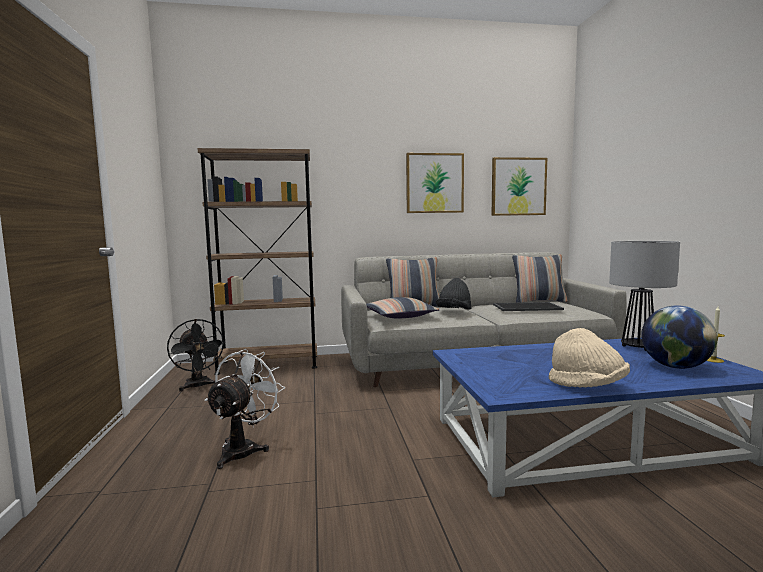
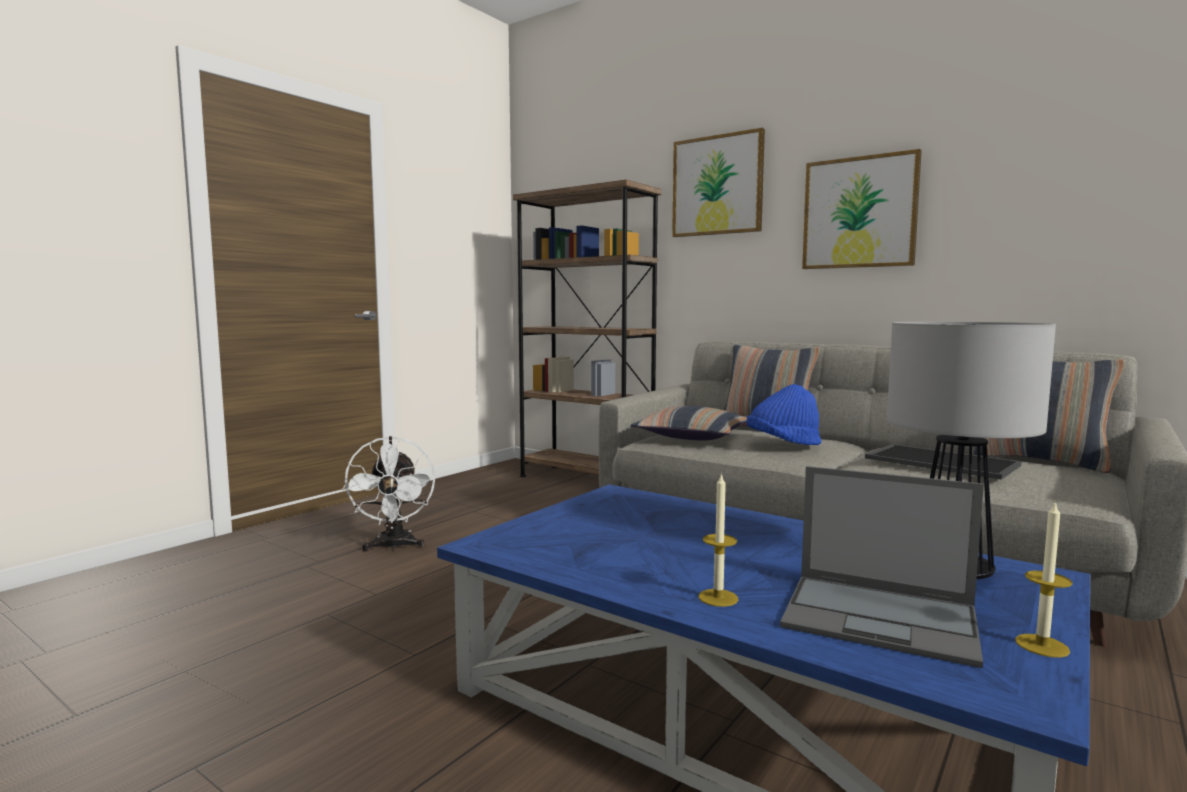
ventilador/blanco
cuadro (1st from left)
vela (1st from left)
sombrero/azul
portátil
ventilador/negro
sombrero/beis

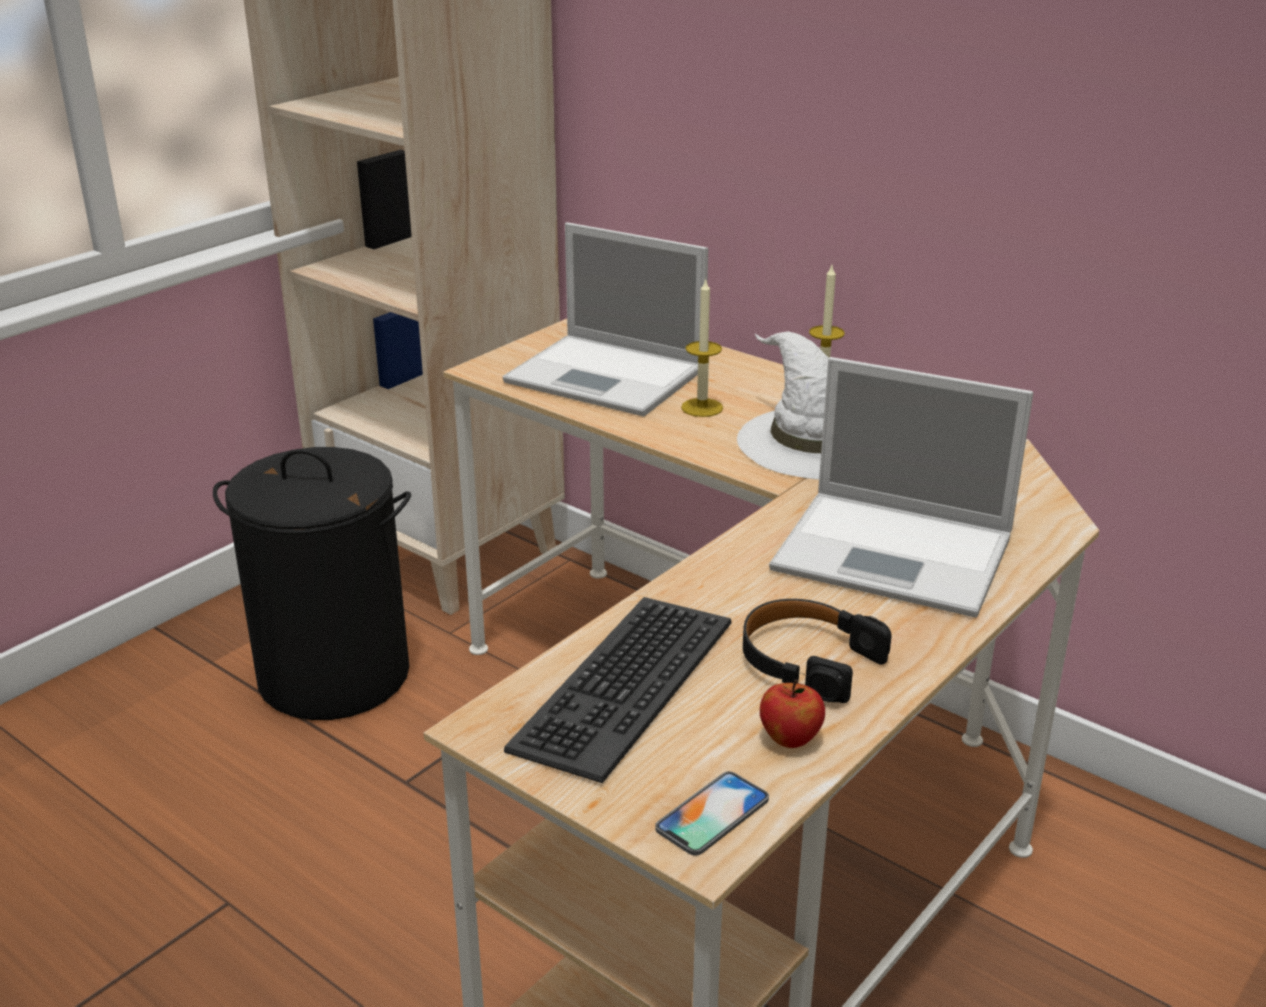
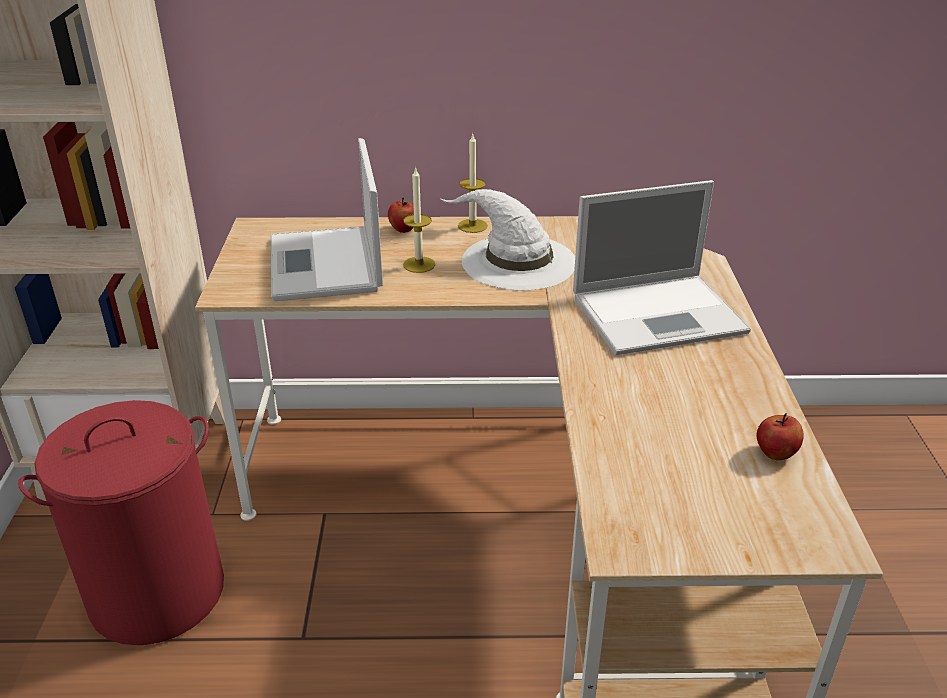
cesto de la ropa/rojo
portátil (1st from left)
manzana (1st from left)
teclado
móvil
auriculares/negro

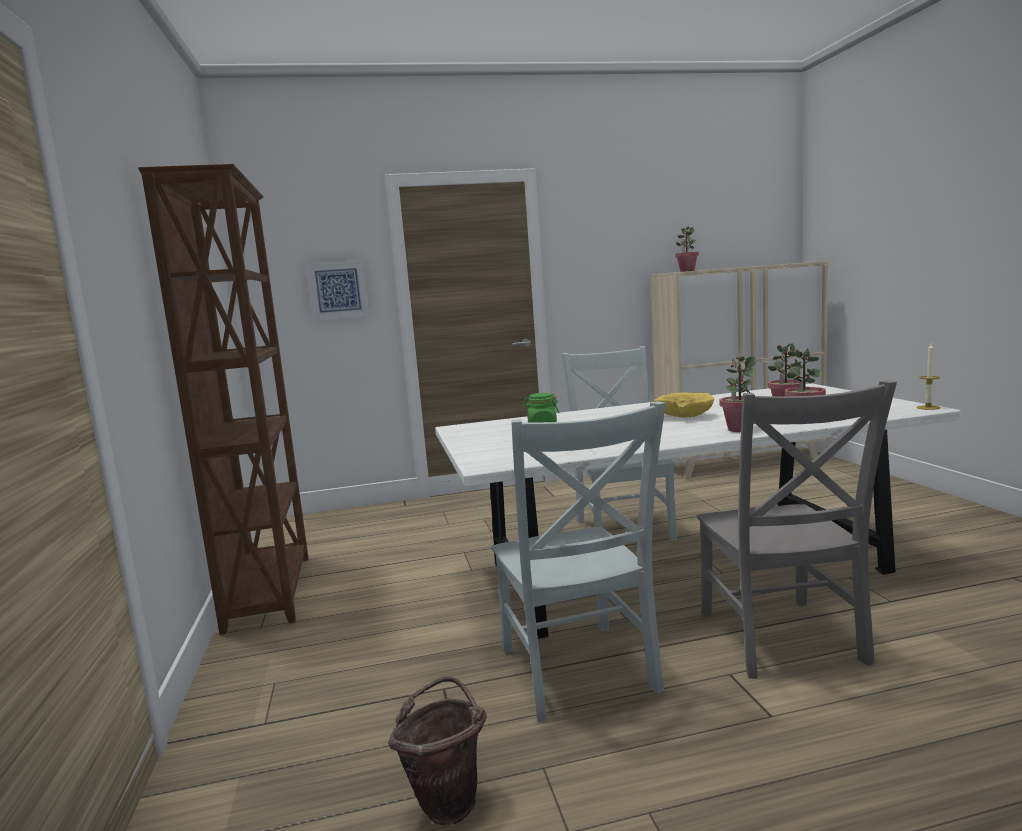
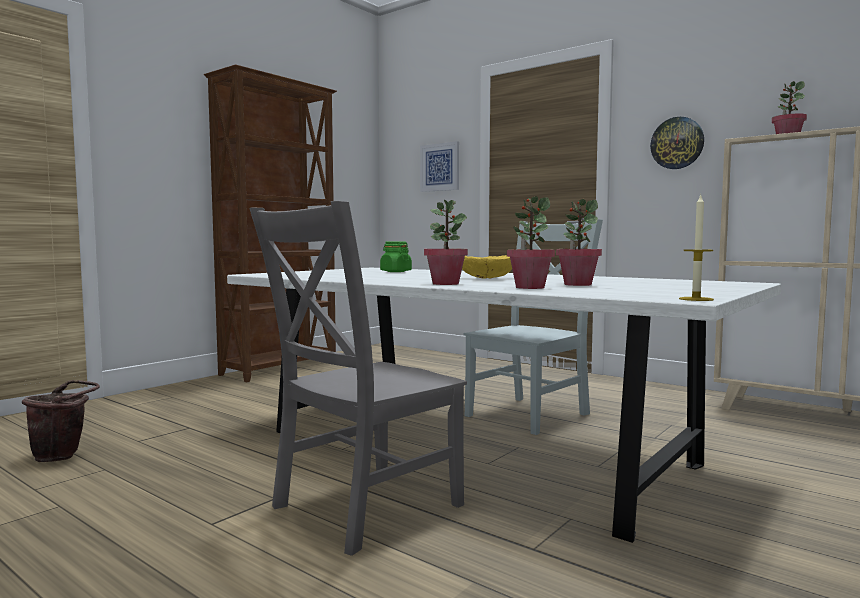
reloj de pared
silla/gris (1st from left in the first image)

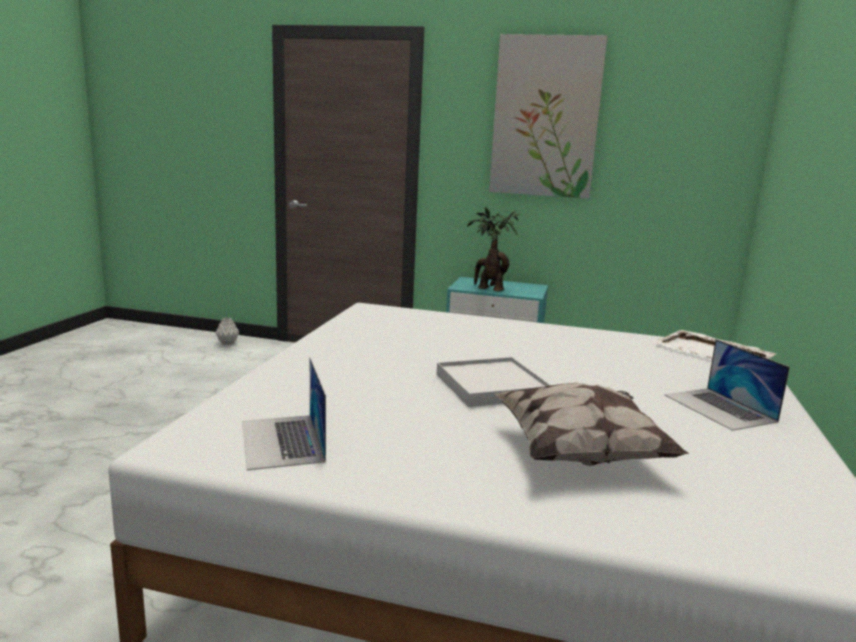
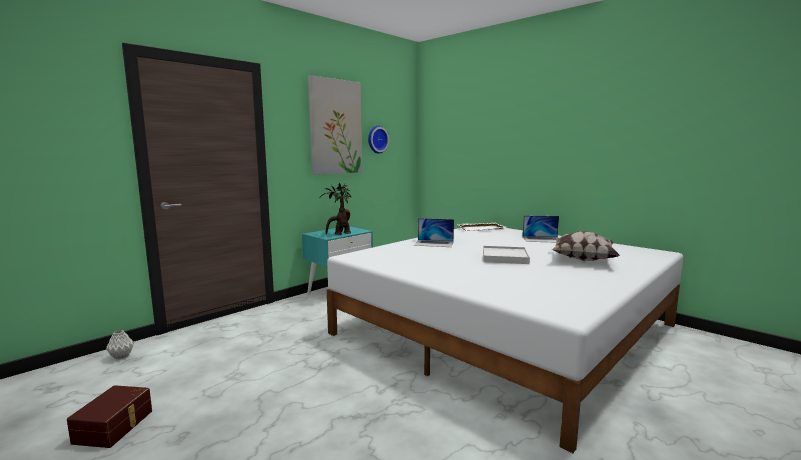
caja de almacenaje/marrón
reloj de pared
portátil (1st from left)

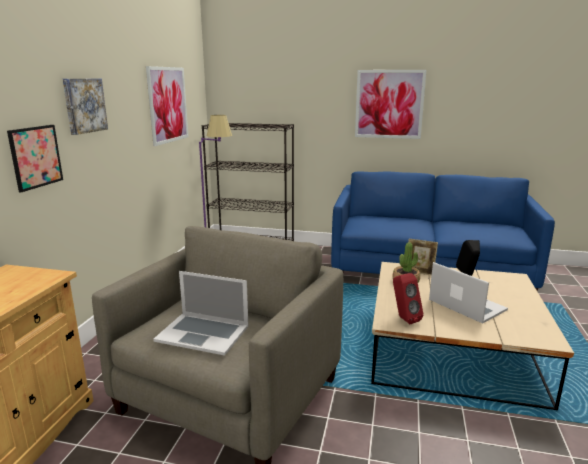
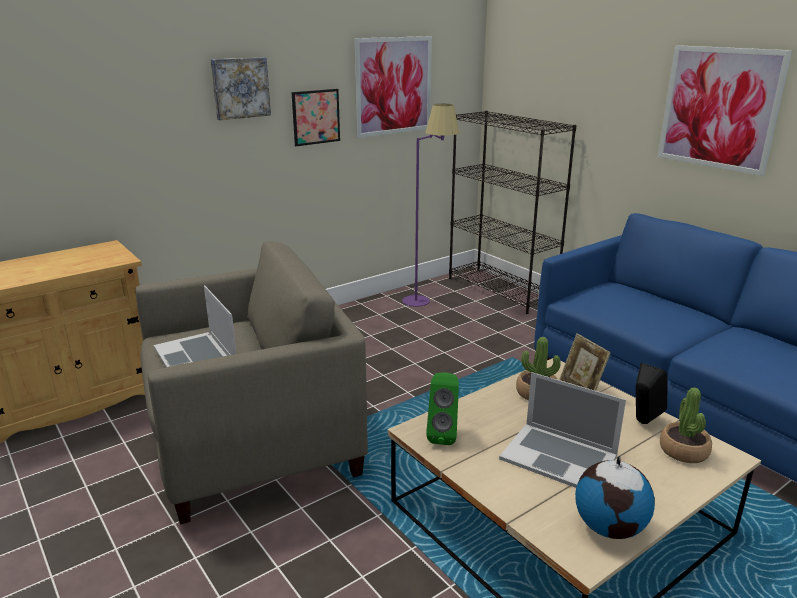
cuadro (2nd from left)
altavoz/verde
portátil (2nd from left)
globo terráqueo
planta en maceta (2nd from left)

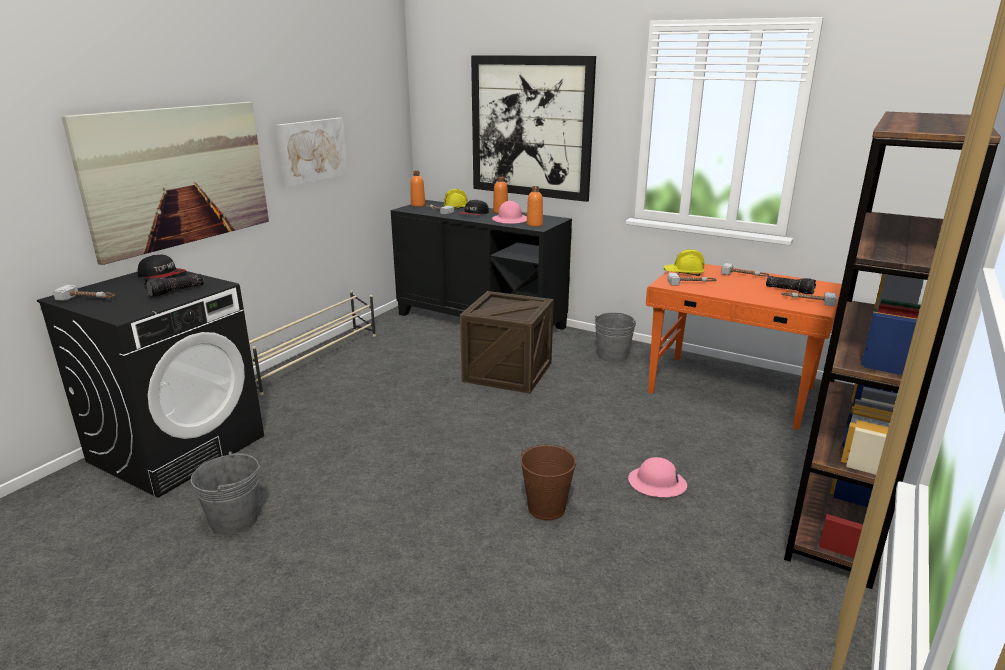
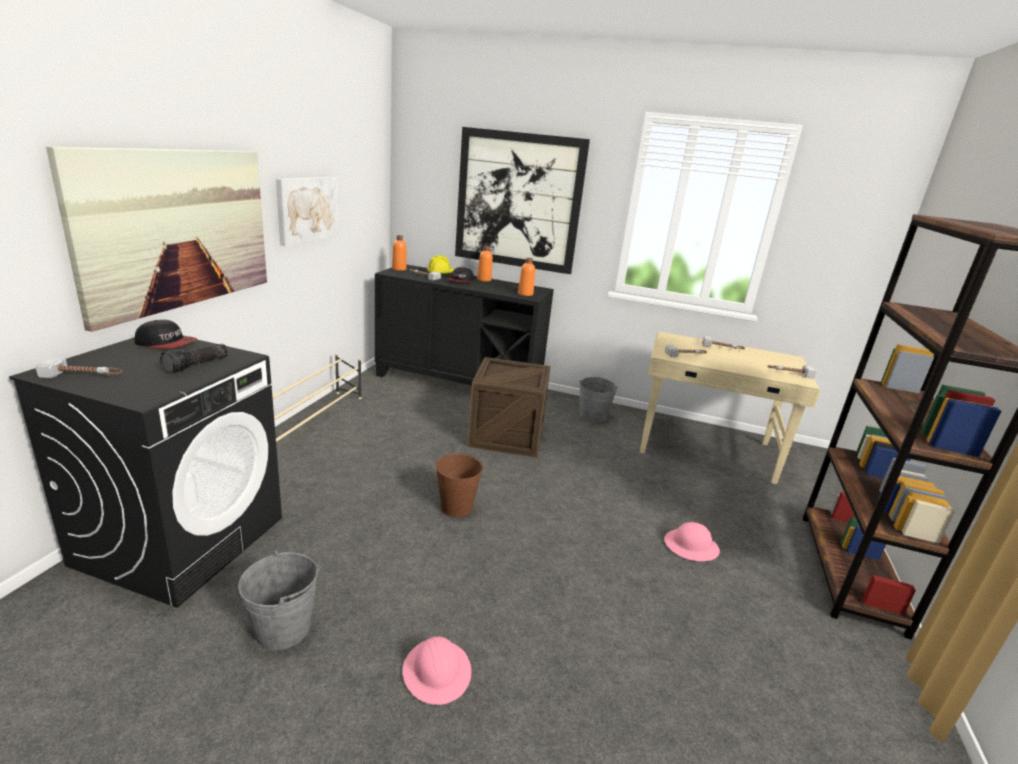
casco/rosa (1st from left)
cubo/marrón
escritorio/beis
casco/amarillo (2nd from left in the first image)
linterna (2nd from left in the first image)

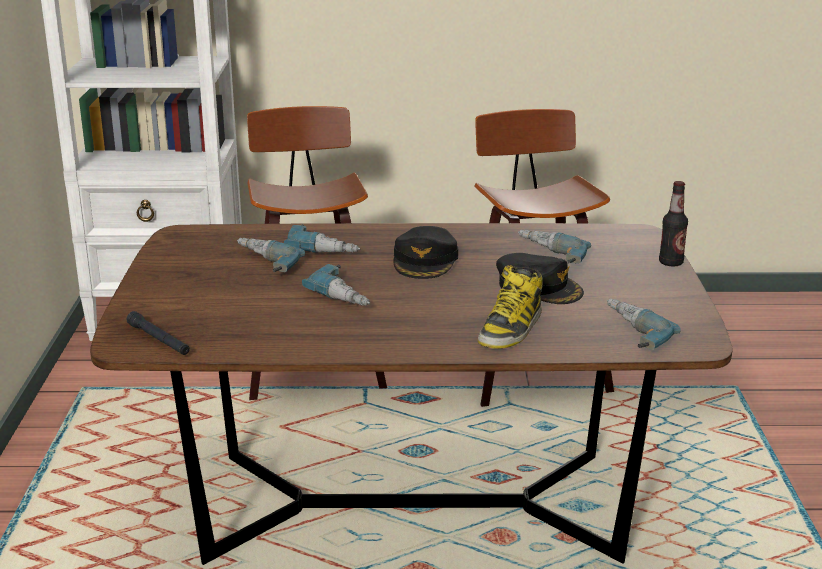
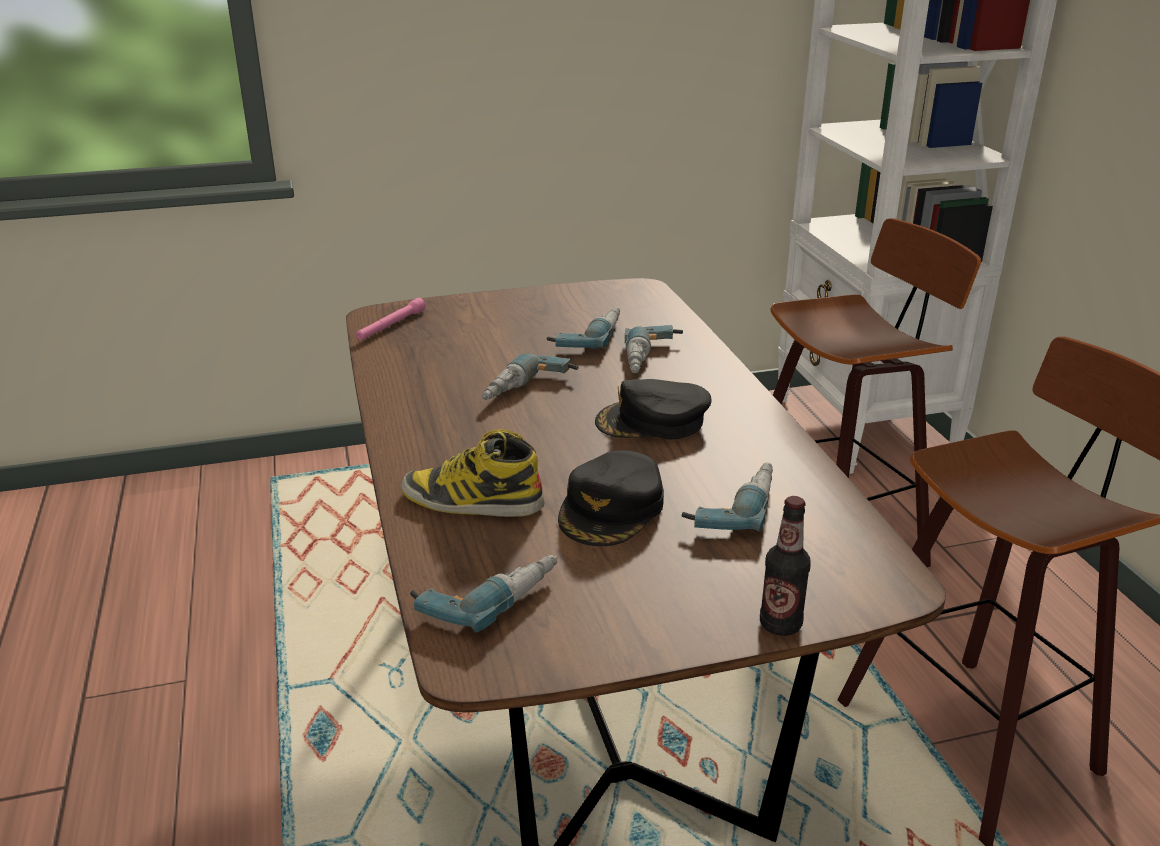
linterna/rosa

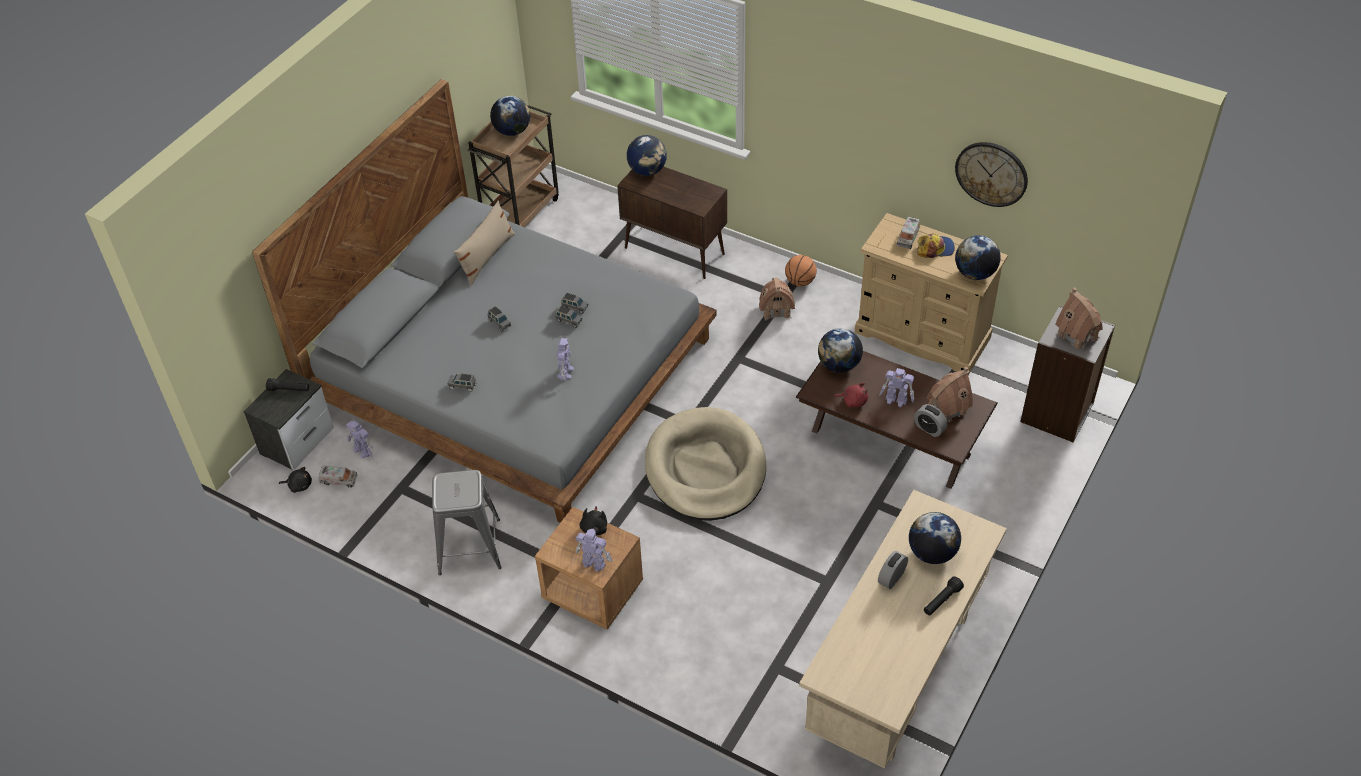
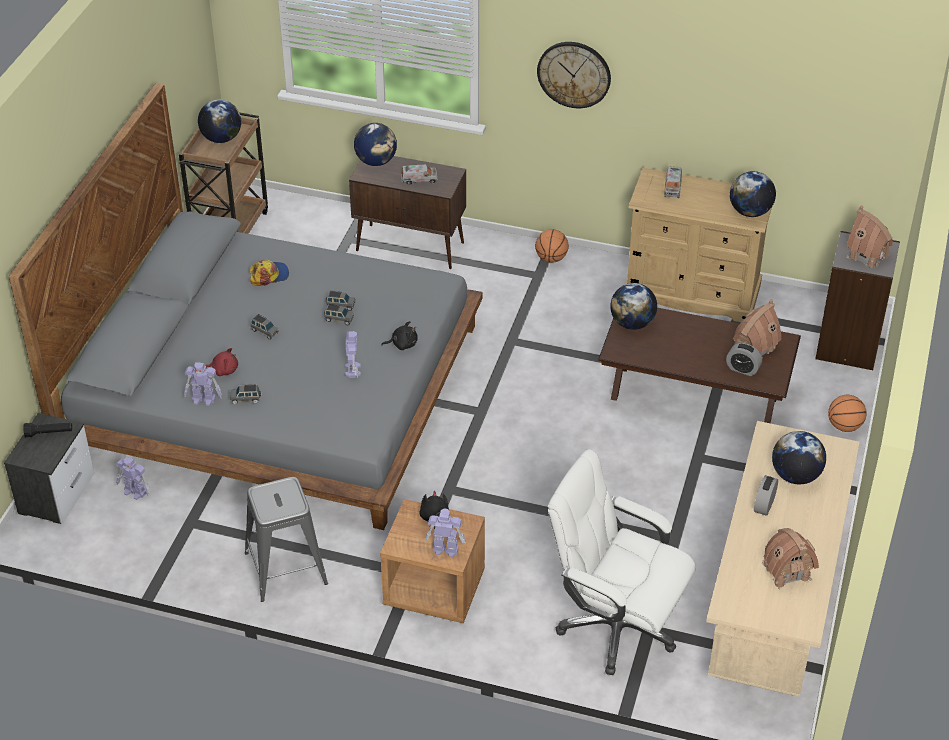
robot de juguete (2nd from left)
peluche/rojo
gorra
peluche/negro (1st from left)
camión de juguete (1st from left)
reloj de pared
silla de oficina/blanco
casita (2nd from left)
balón de baloncesto (2nd from left)
cojín/beis
cama para perro/beis
linterna/negro (2nd from left in the first image)

